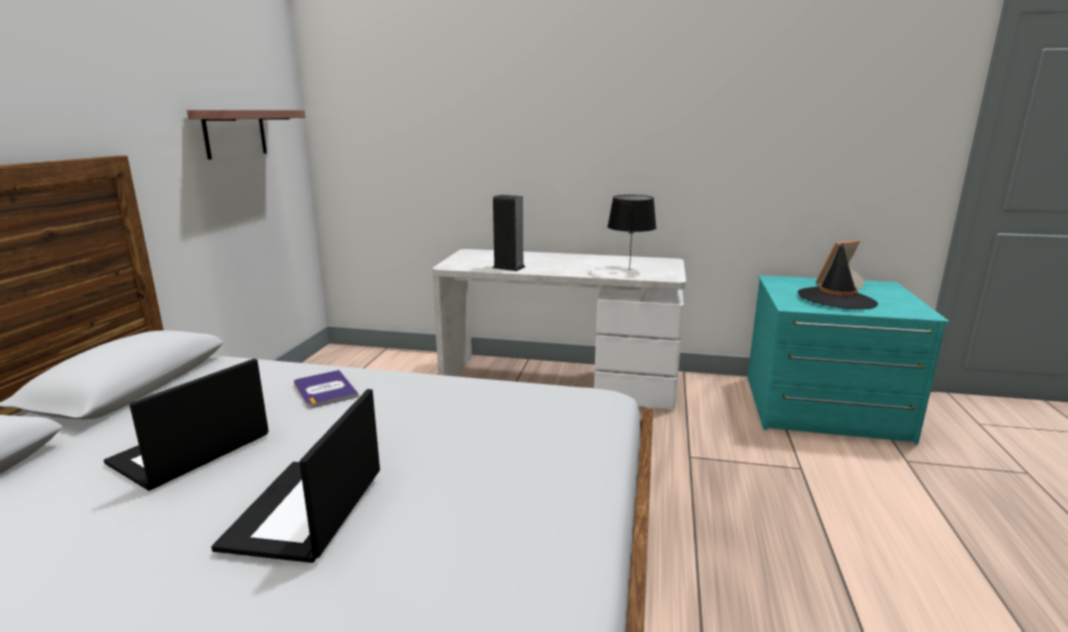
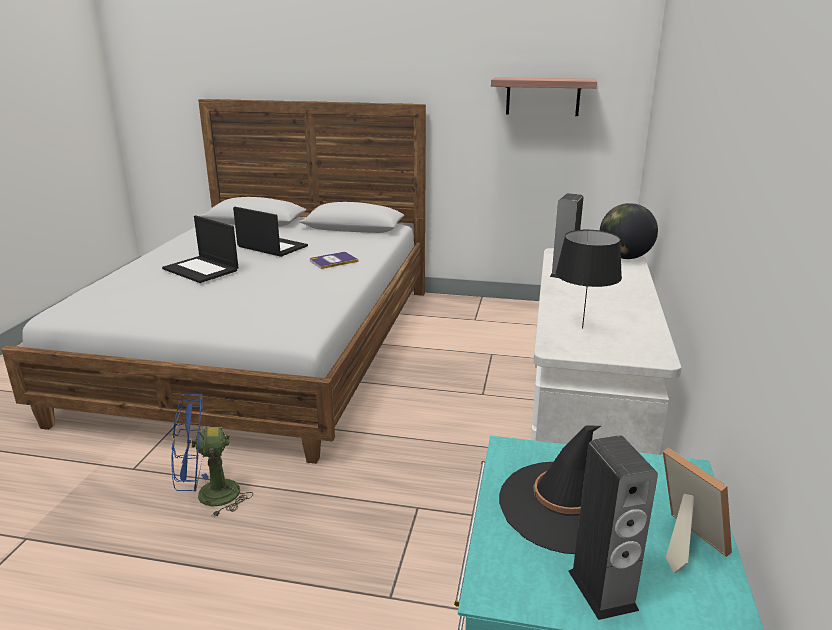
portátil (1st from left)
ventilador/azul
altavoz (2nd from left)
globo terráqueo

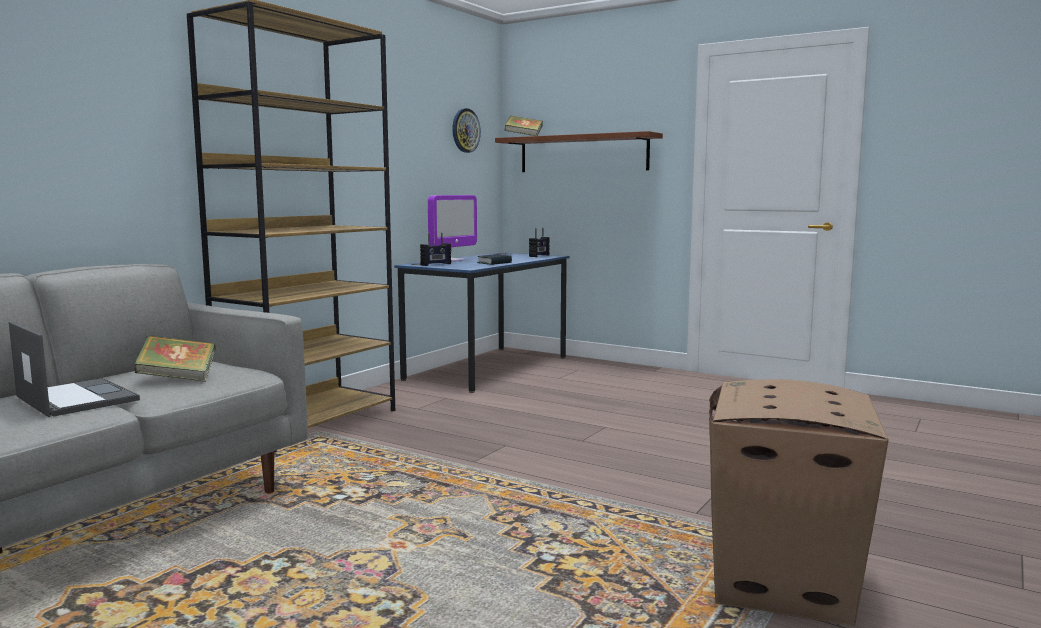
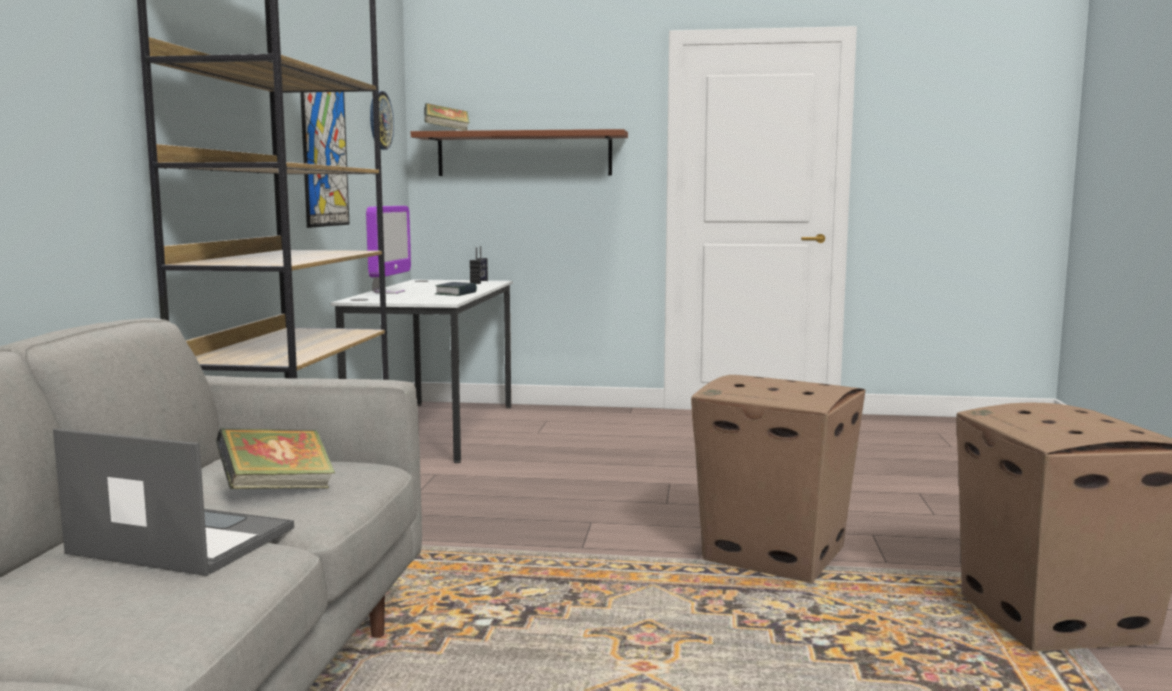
cuadro
escritorio/blanco
caja de cartón (1st from left)
radio (1st from left in the first image)

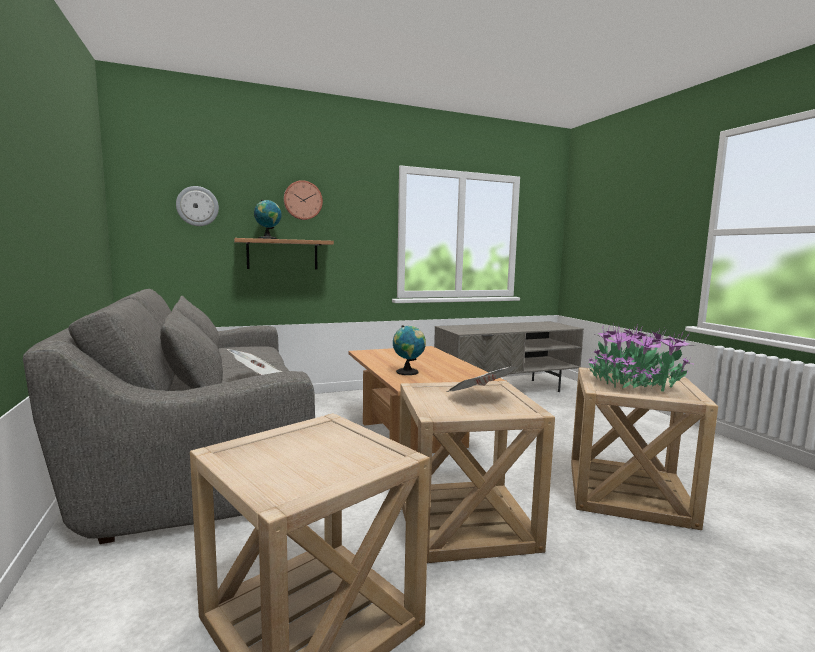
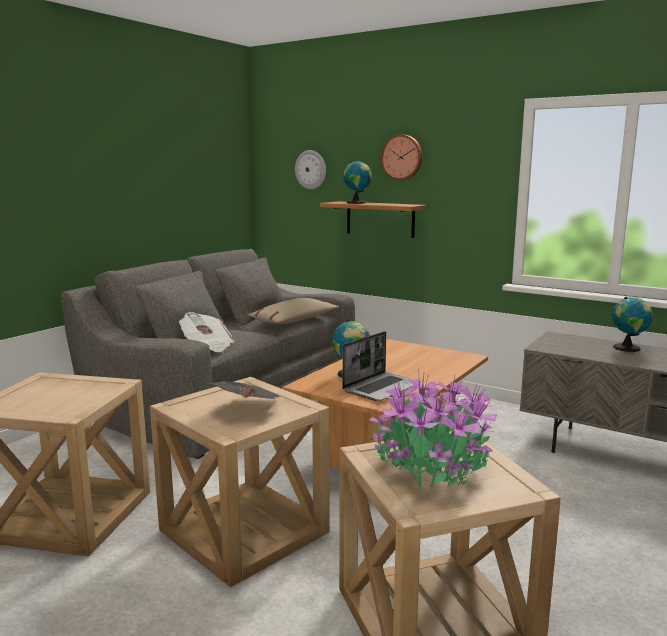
cojín/beis
portátil
globo terráqueo (3rd from left)

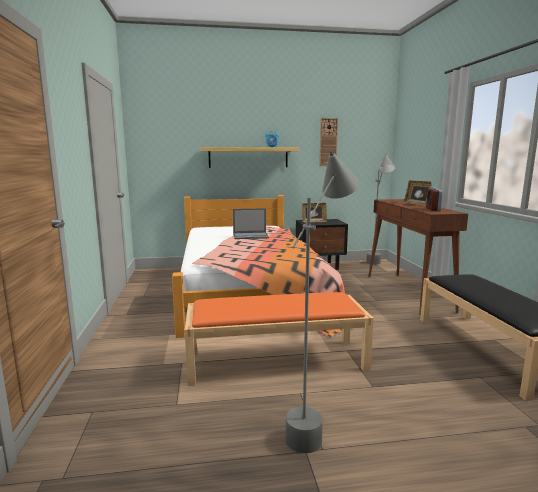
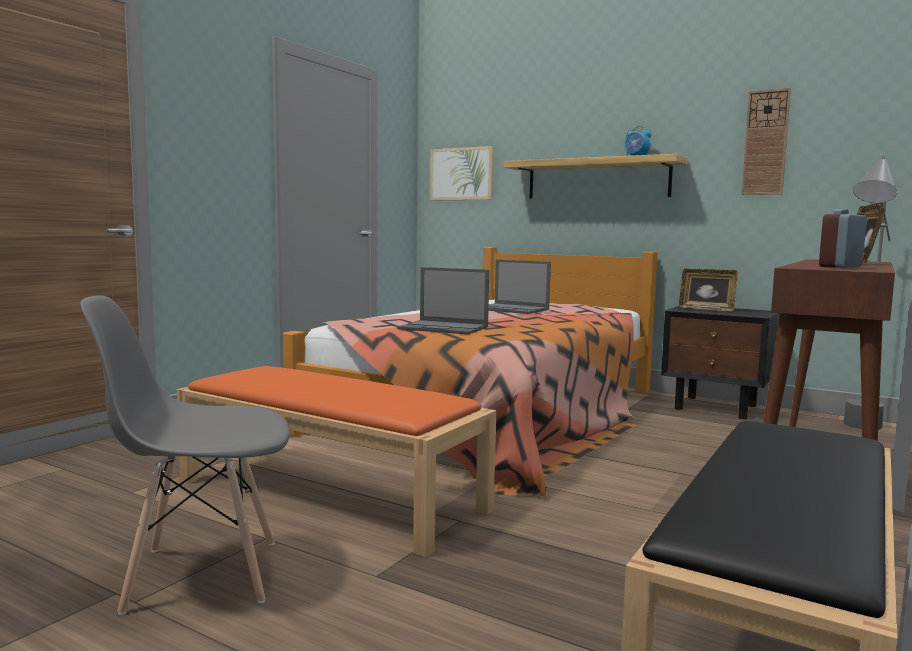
silla/gris
portátil (1st from left)
cuadro

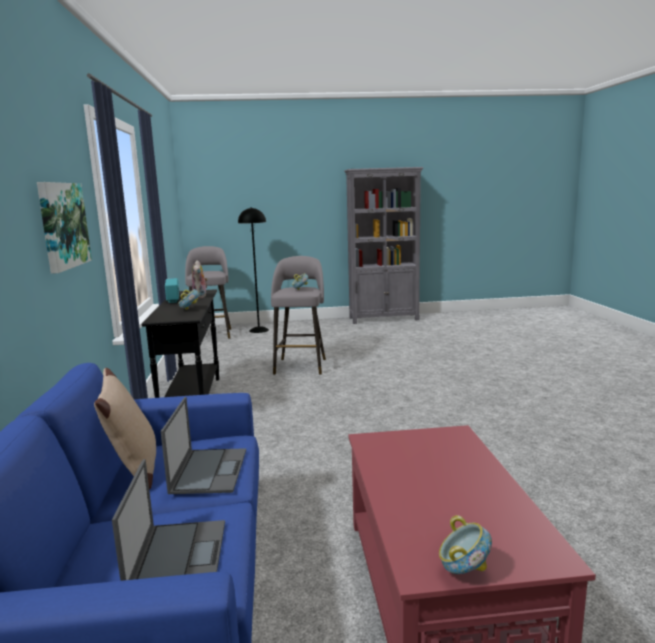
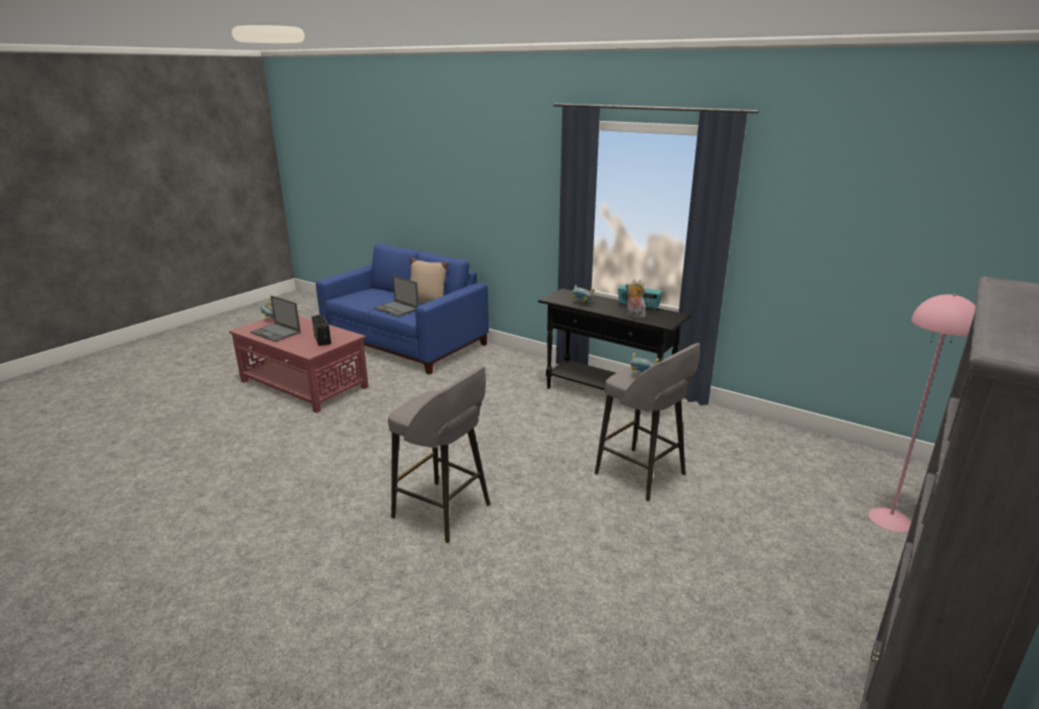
portátil (1st from left)
radio (1st from left)
taburete/gris (1st from left)
lámpara de pie/rosa
cuadro

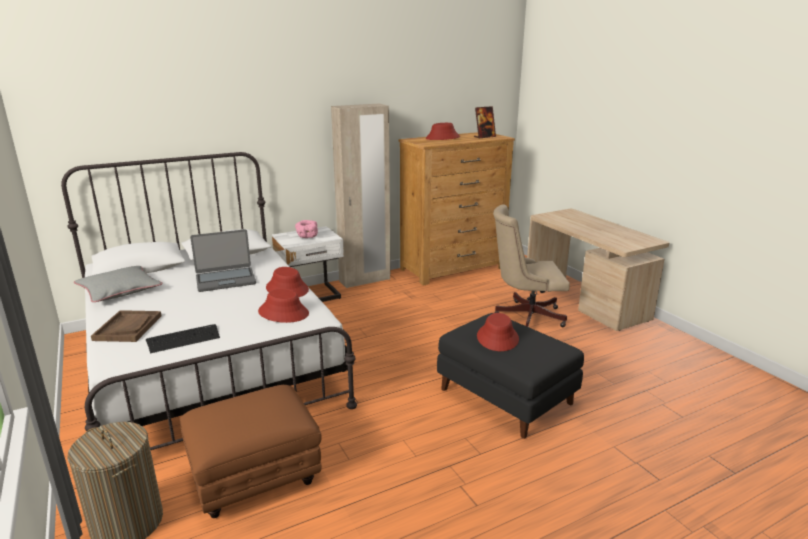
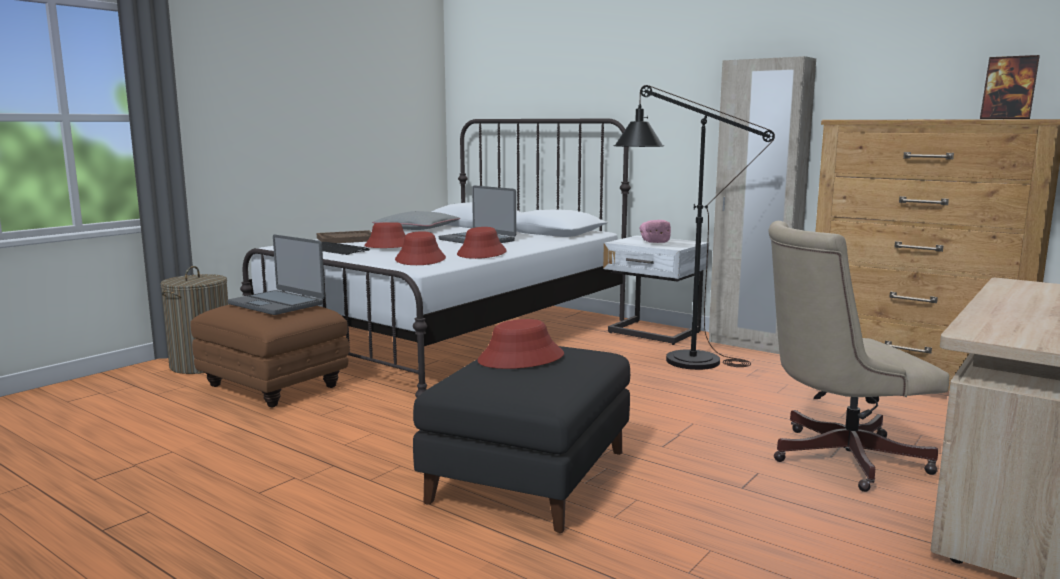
portátil (1st from left)
sombrero/rojo (1st from left)
lámpara de pie/negro
silla de oficina/beis

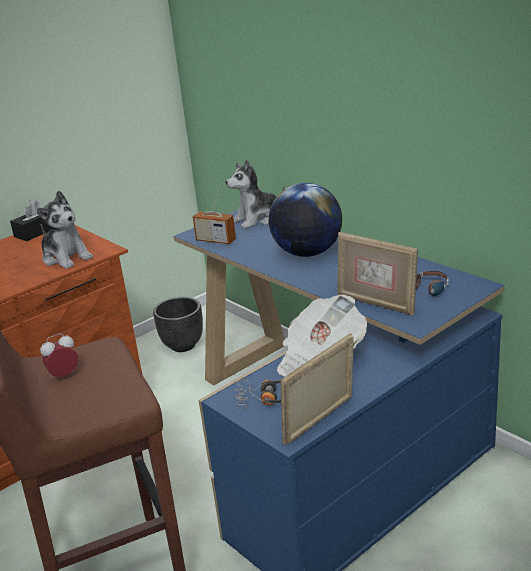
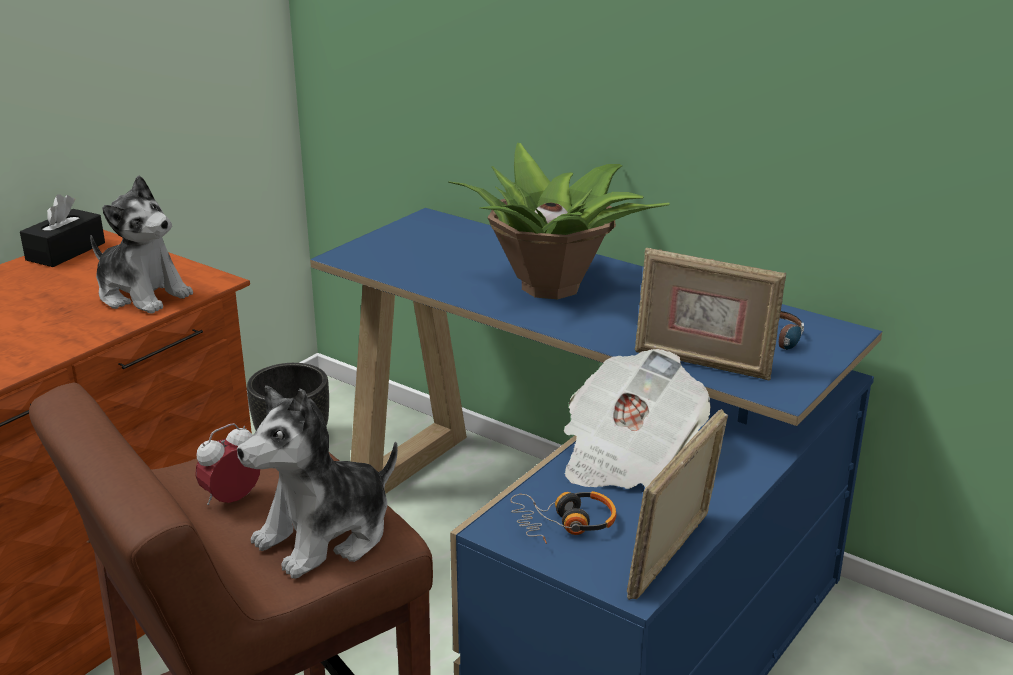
peluche (2nd from left)
planta en maceta
radio

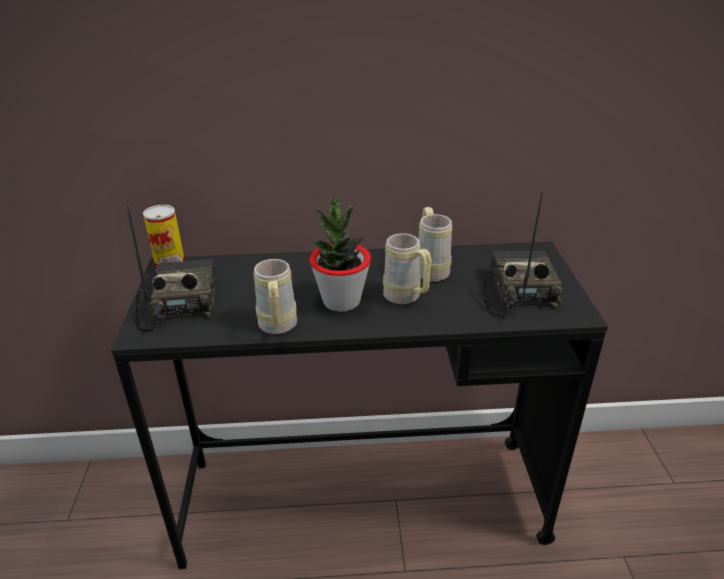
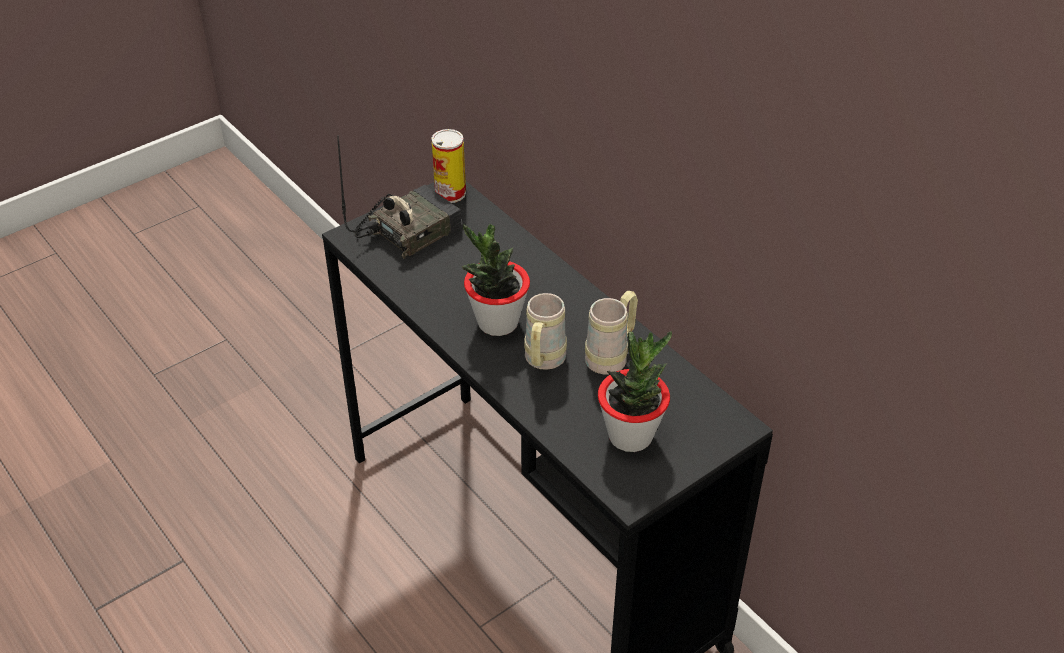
planta en maceta (2nd from left)
taza grande/beis (1st from left in the first image)

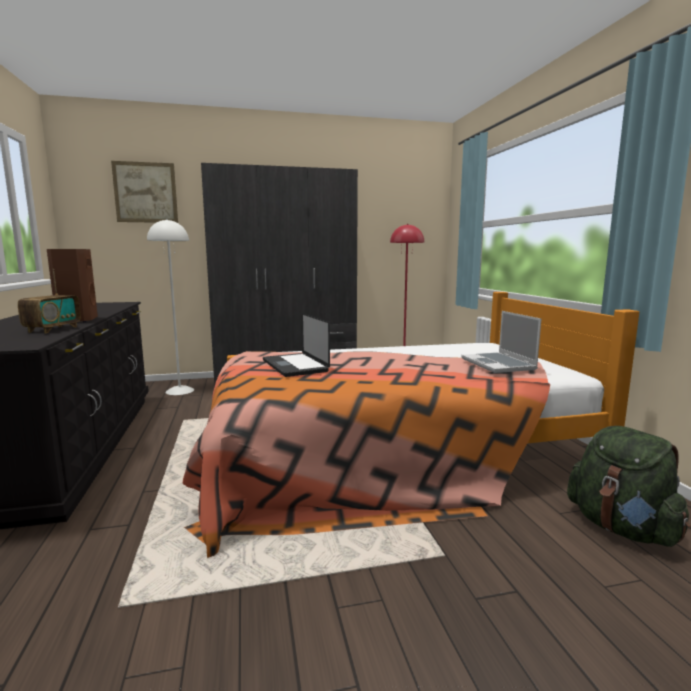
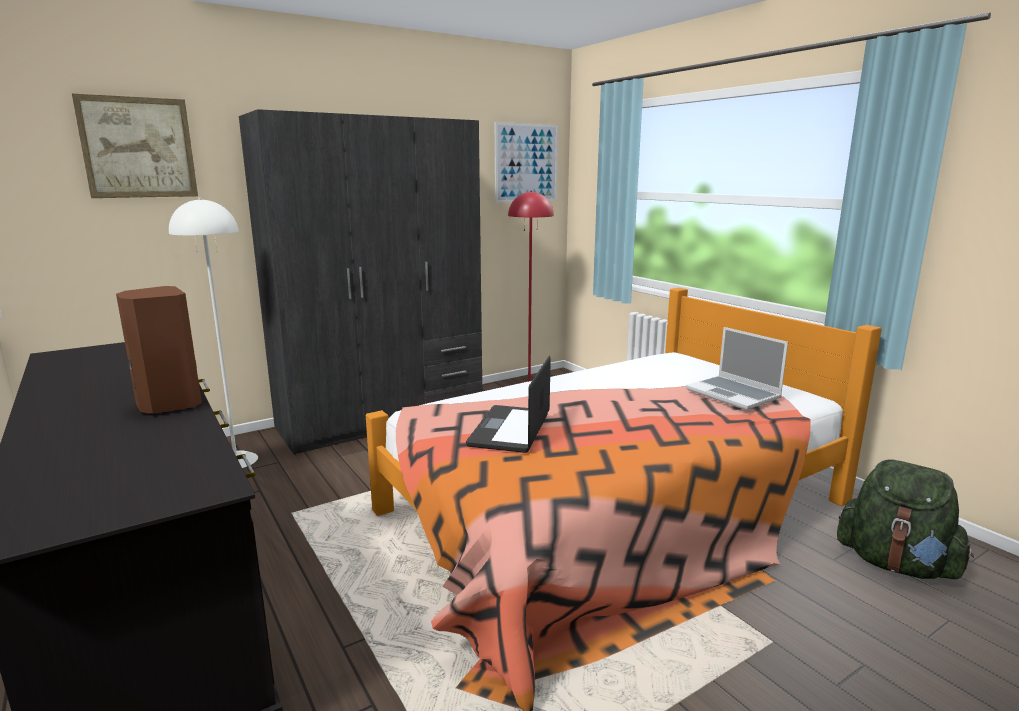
portátil (1st from left)
cuadro (2nd from left)
radio

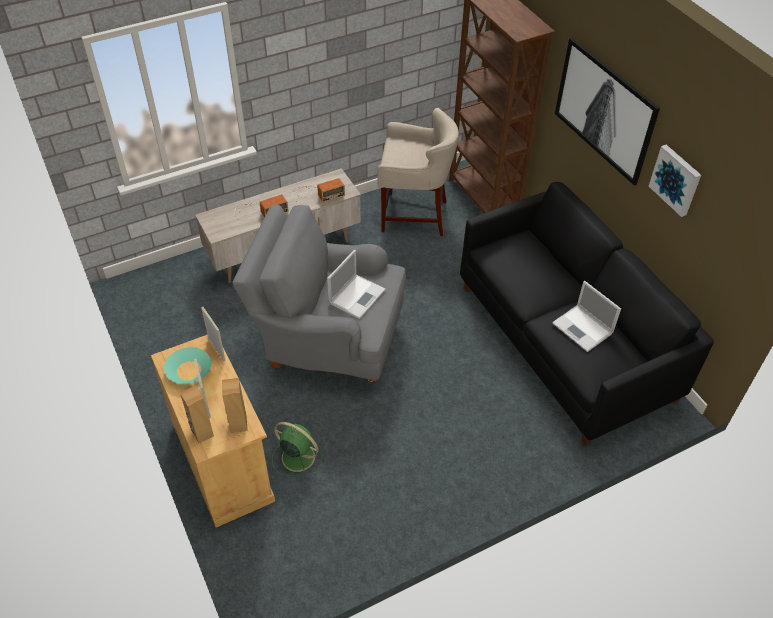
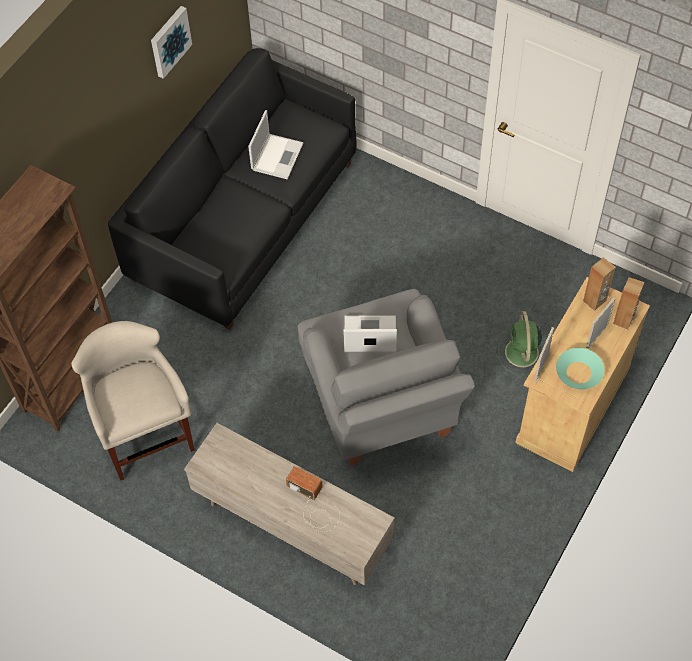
radio (2nd from left in the first image)
cuadro (1st from left in the first image)

